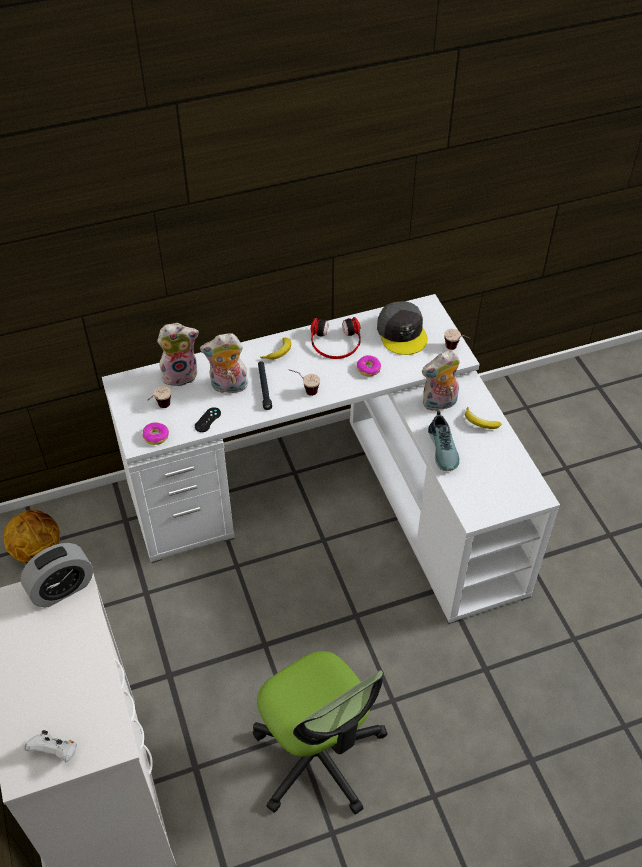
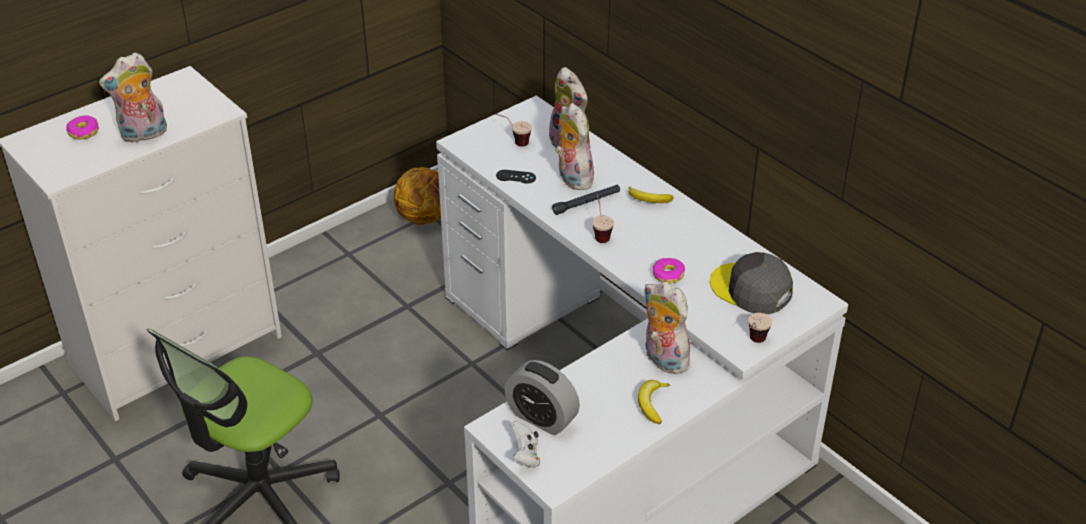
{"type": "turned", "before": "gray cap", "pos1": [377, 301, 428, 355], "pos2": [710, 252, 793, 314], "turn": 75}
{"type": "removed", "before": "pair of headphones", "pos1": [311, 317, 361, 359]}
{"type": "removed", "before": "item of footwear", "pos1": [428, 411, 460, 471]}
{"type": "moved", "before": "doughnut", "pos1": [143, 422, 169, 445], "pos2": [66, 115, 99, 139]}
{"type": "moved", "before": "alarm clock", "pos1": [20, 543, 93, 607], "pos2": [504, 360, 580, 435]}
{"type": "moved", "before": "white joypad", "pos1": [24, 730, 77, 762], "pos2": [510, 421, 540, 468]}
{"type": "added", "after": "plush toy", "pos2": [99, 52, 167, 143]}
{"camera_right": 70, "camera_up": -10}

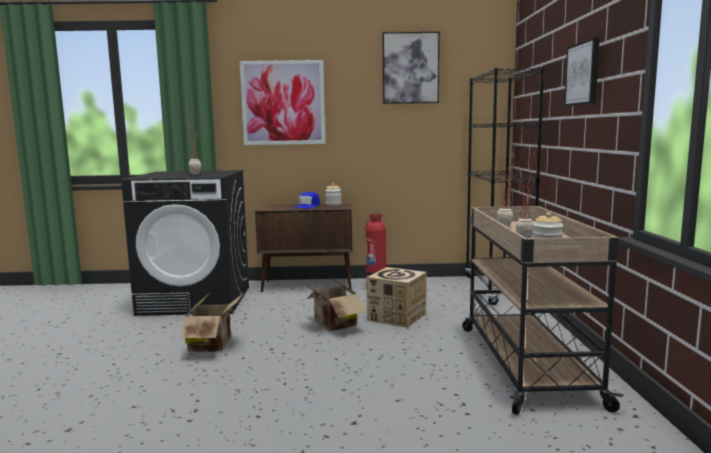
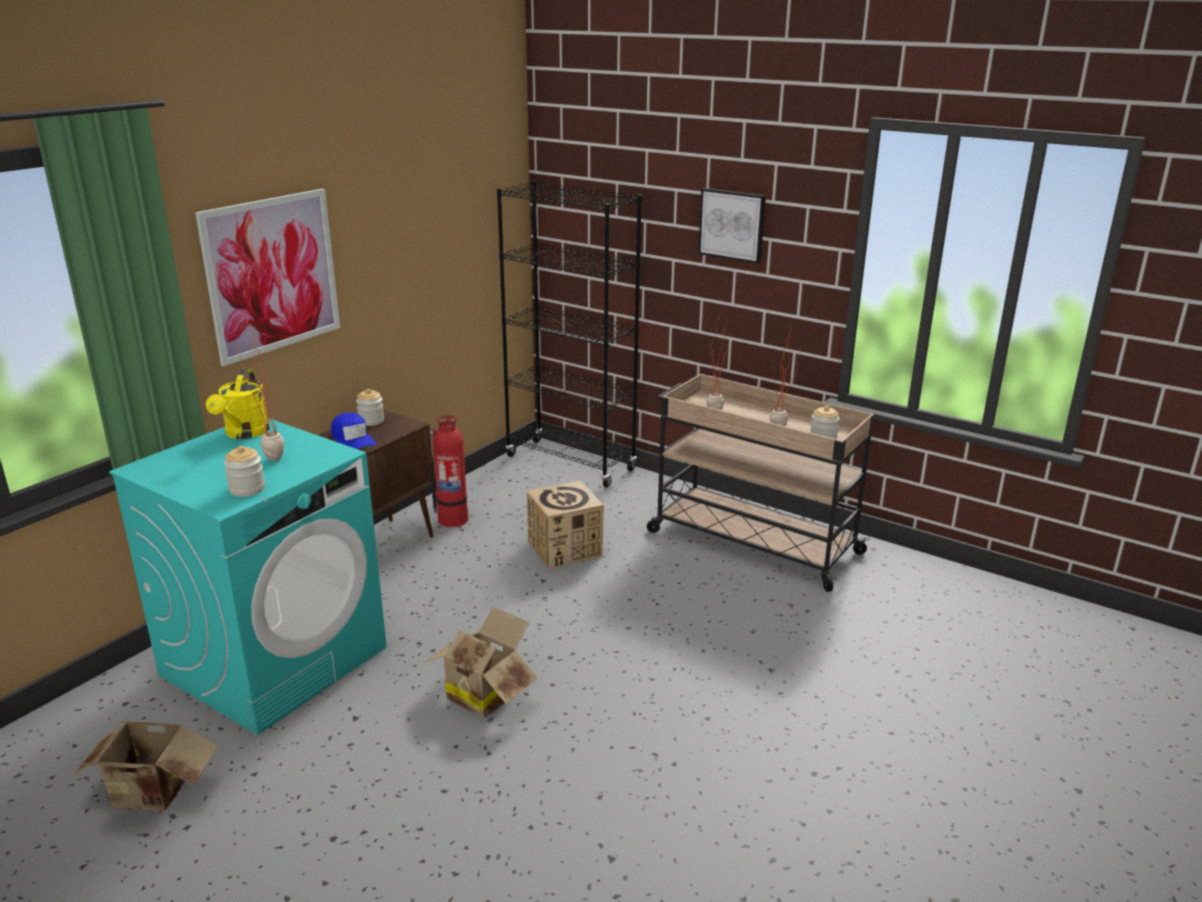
{"type": "removed", "before": "wall picture", "pos1": [382, 31, 440, 104]}
{"type": "recoloured", "before": "blackish washing machine", "after": "blue-green washing machine", "pos1": [121, 170, 249, 316], "pos2": [109, 418, 386, 735]}
{"type": "moved", "before": "carton", "pos1": [300, 278, 366, 331], "pos2": [71, 722, 218, 811]}
{"type": "added", "after": "yellow sprinkling can", "pos2": [206, 368, 270, 439]}
{"type": "added", "after": "preserve jar", "pos2": [224, 446, 265, 497]}
{"camera_right": -55, "camera_up": 15}

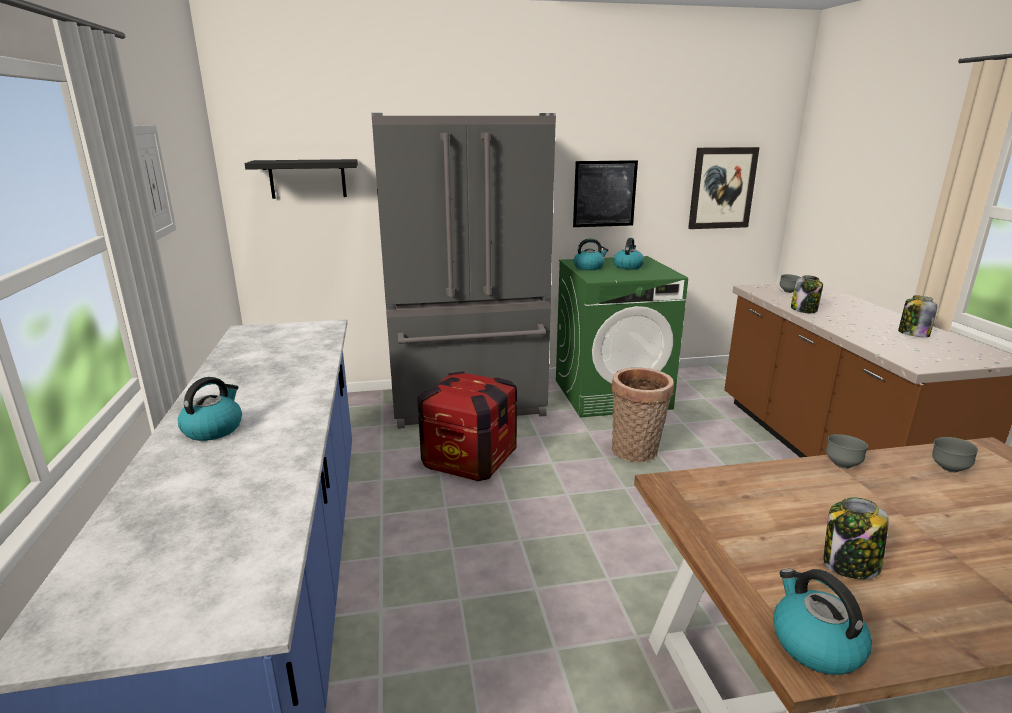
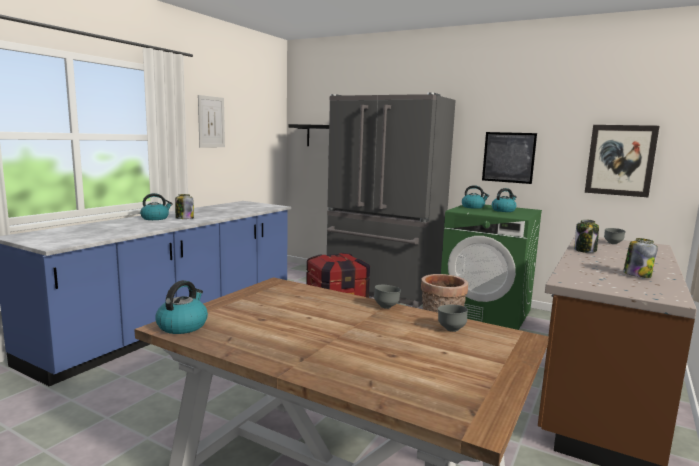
{"type": "moved", "before": "preserve jar", "pos1": [823, 498, 889, 579], "pos2": [175, 194, 194, 219]}
{"camera_right": 40, "camera_up": -10}

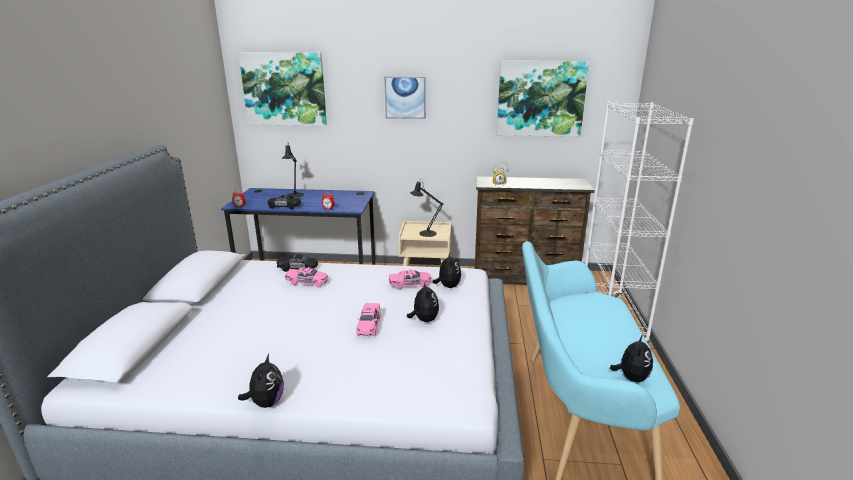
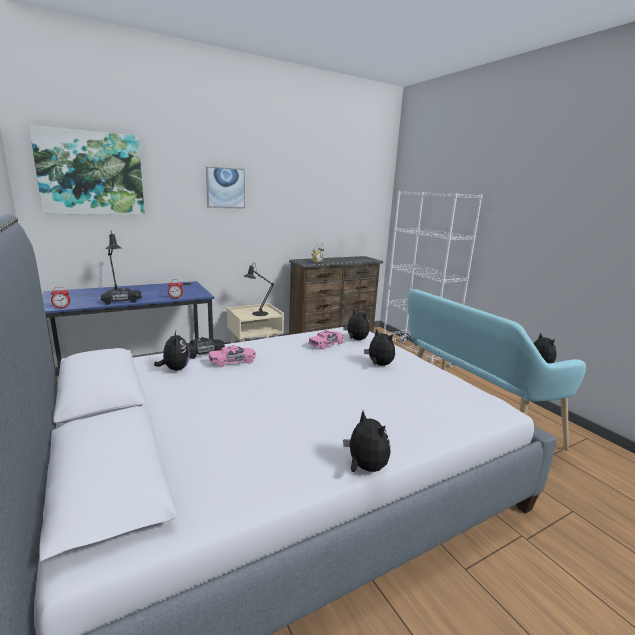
{"type": "removed", "before": "wall picture", "pos1": [497, 61, 589, 137]}
{"type": "removed", "before": "pink toy car", "pos1": [356, 303, 381, 336]}
{"type": "added", "after": "plush toy", "pos2": [154, 331, 190, 371]}
{"camera_right": -35, "camera_up": -5}

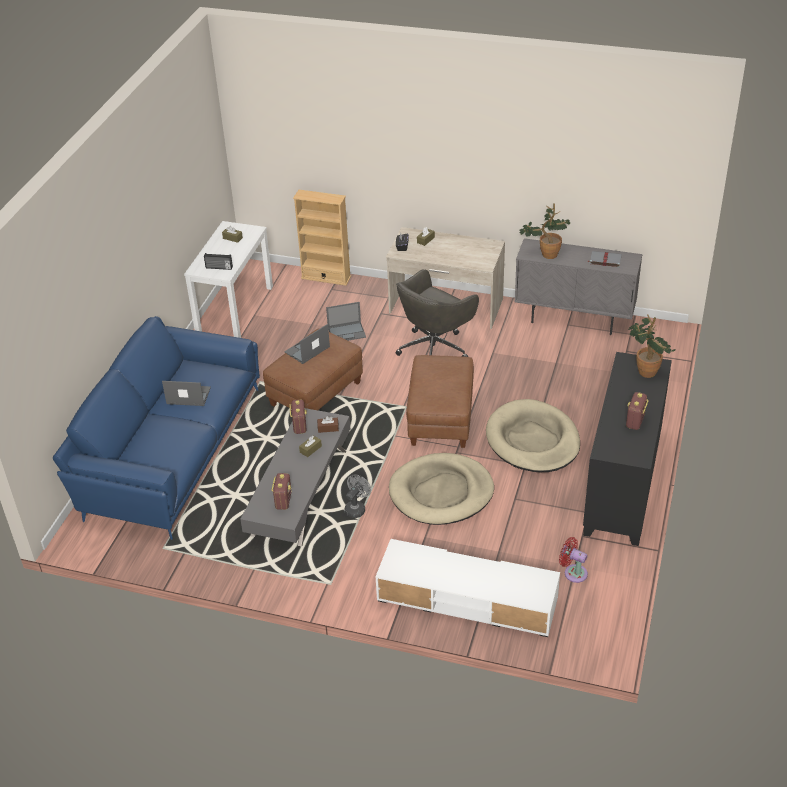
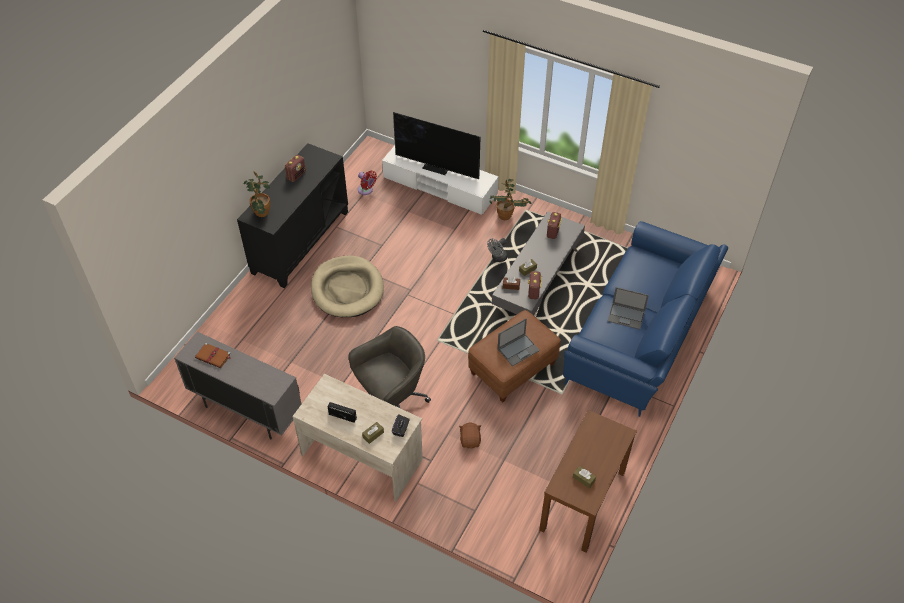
{"type": "removed", "before": "sand-coloured shelving unit", "pos1": [293, 190, 351, 286]}
{"type": "moved", "before": "plant in a pot", "pos1": [519, 203, 571, 259], "pos2": [489, 179, 532, 220]}
{"type": "recoloured", "before": "white console table", "after": "brown-coloured console table", "pos1": [184, 221, 273, 338], "pos2": [539, 410, 637, 553]}
{"type": "recoloured", "before": "gray volume", "after": "brown-coloured volume", "pos1": [588, 251, 622, 267], "pos2": [195, 343, 231, 368]}
{"type": "moved", "before": "radio", "pos1": [204, 253, 233, 270], "pos2": [328, 402, 357, 423]}
{"type": "replaced", "before": "portable computer", "after": "brown-coloured plush toy", "pos1": [326, 302, 366, 341], "pos2": [459, 423, 481, 448]}
{"type": "removed", "before": "brown-coloured ottoman", "pos1": [406, 355, 474, 448]}
{"type": "removed", "before": "sand-coloured pet bed", "pos1": [389, 453, 494, 525]}
{"type": "added", "after": "TV", "pos2": [393, 112, 480, 179]}
{"camera_right": -170, "camera_up": 10}

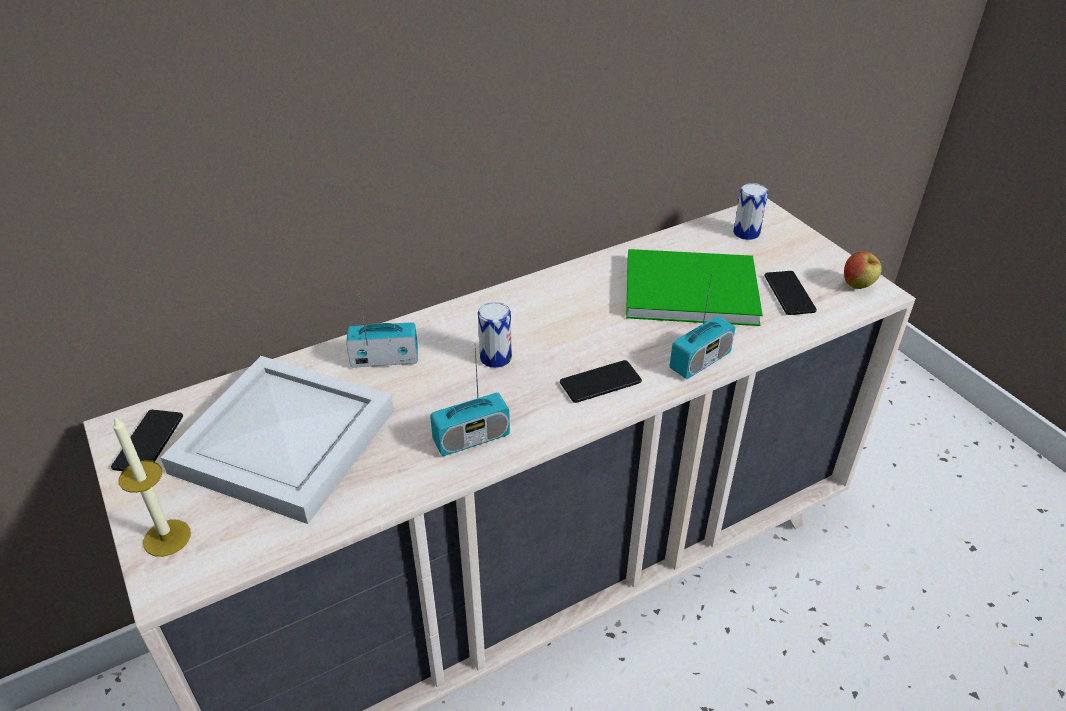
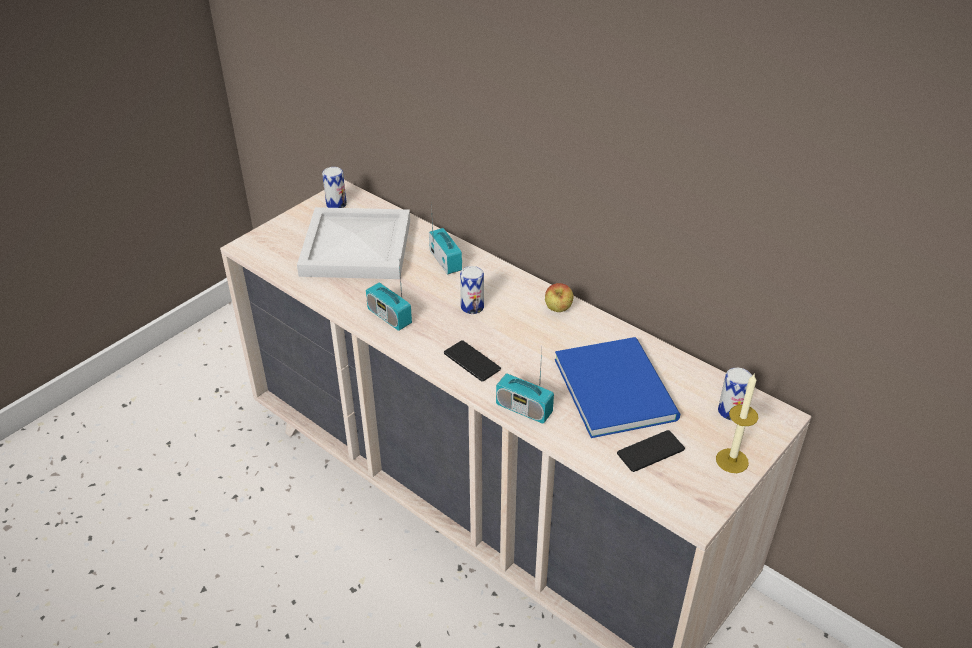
{"type": "recoloured", "before": "greenish volume", "after": "blue-coloured volume", "pos1": [626, 249, 763, 326], "pos2": [555, 337, 680, 438]}
{"type": "moved", "before": "whole apple", "pos1": [844, 252, 883, 289], "pos2": [545, 283, 574, 312]}
{"type": "replaced", "before": "telephone", "after": "sealed can", "pos1": [111, 410, 183, 471], "pos2": [322, 167, 347, 208]}
{"type": "moved", "before": "wax candle", "pos1": [113, 416, 191, 557], "pos2": [716, 374, 758, 473]}
{"camera_right": 70, "camera_up": 0}

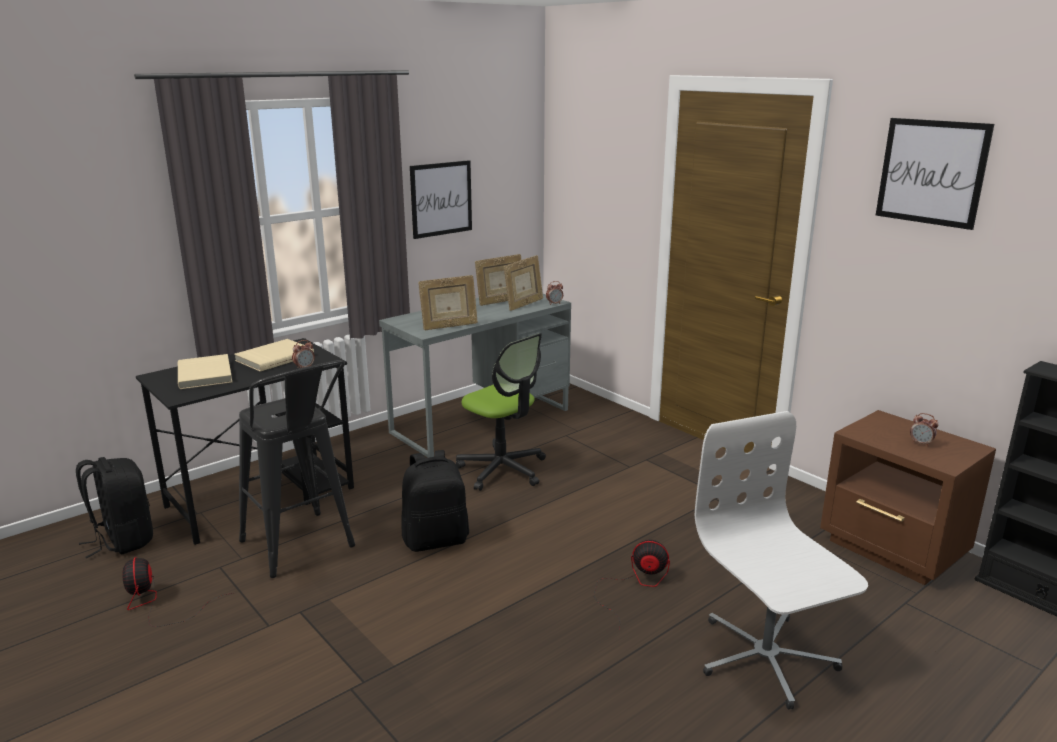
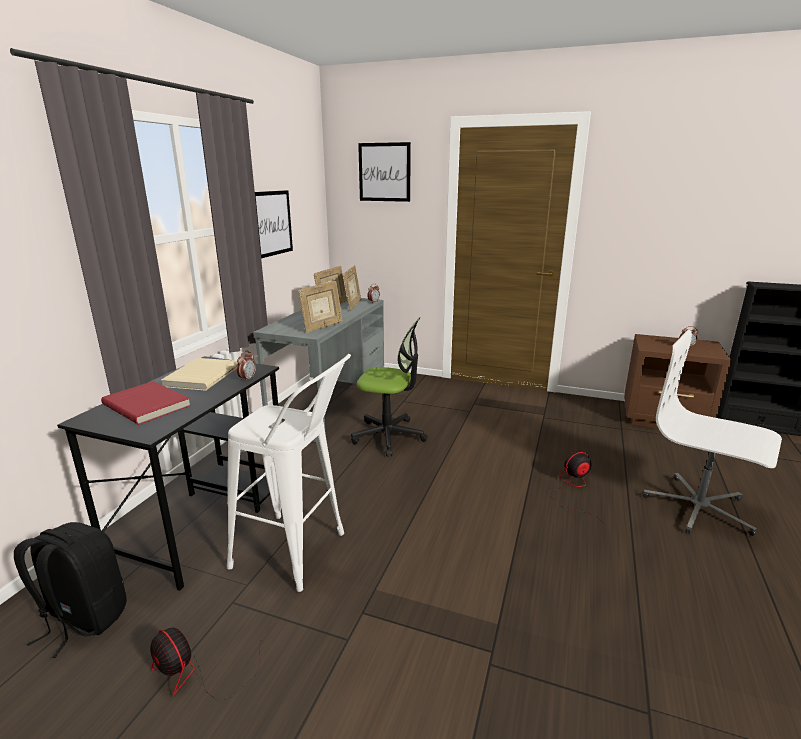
{"type": "moved", "before": "wall picture", "pos1": [876, 118, 994, 230], "pos2": [358, 142, 411, 202]}
{"type": "recoloured", "before": "sand-coloured volume", "after": "reddish volume", "pos1": [178, 354, 232, 389], "pos2": [101, 381, 191, 425]}
{"type": "recoloured", "before": "blackish stool seat", "after": "white stool seat", "pos1": [239, 360, 355, 578], "pos2": [227, 354, 351, 592]}
{"type": "removed", "before": "blackish knapsack", "pos1": [401, 450, 469, 552]}
{"camera_right": -30, "camera_up": 0}

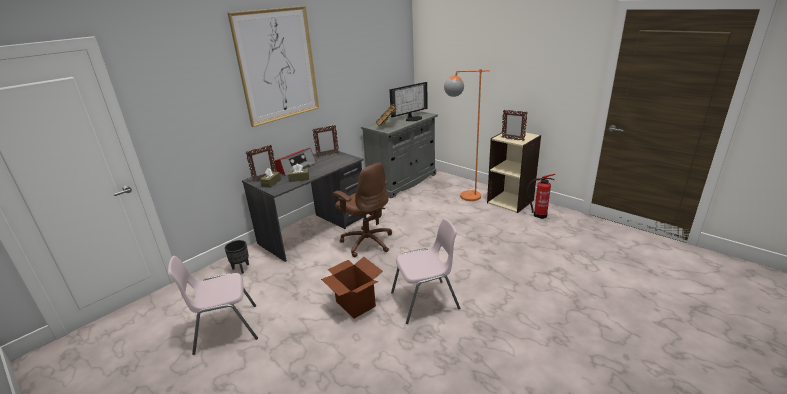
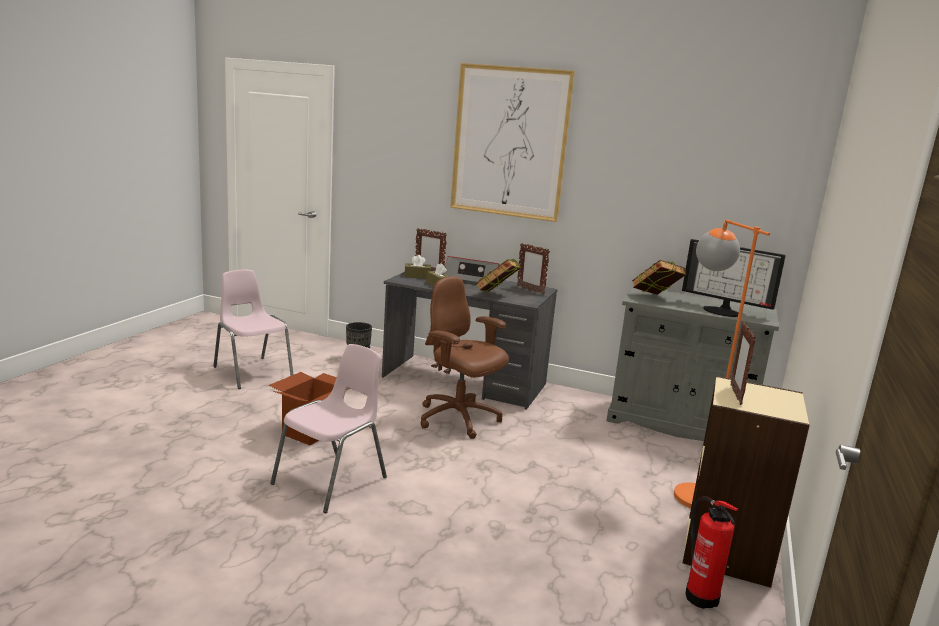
{"type": "turned", "before": "brown-coloured office chair", "pos1": [333, 163, 392, 258], "pos2": [421, 276, 509, 439], "turn": 105}
{"type": "turned", "before": "pink upright chair", "pos1": [391, 218, 460, 324], "pos2": [270, 344, 387, 513], "turn": -105}
{"type": "added", "after": "volume", "pos2": [476, 259, 521, 292]}
{"camera_right": 65, "camera_up": -10}

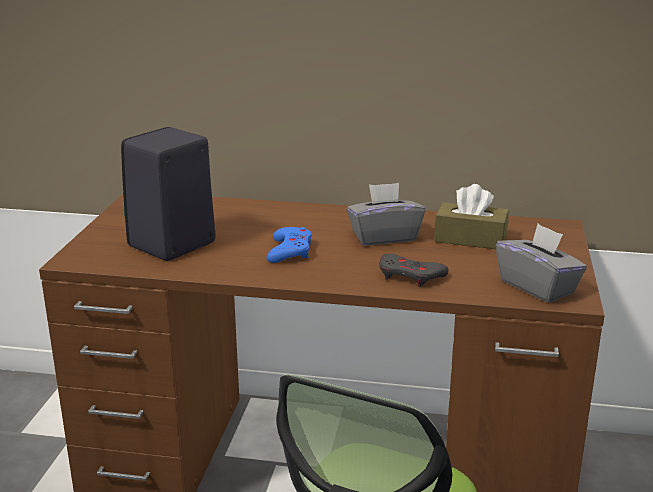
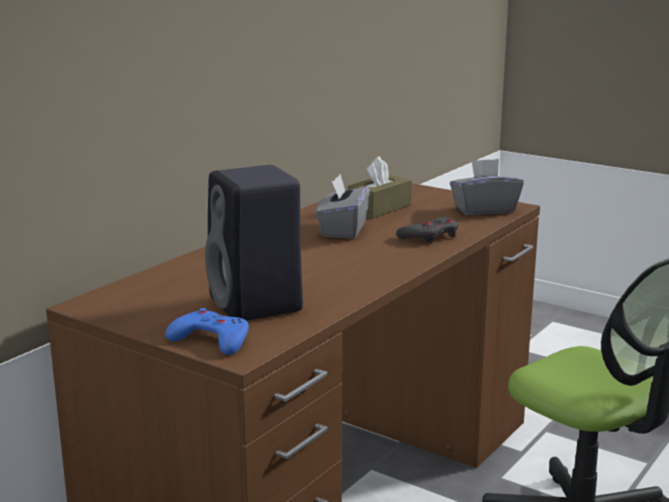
{"type": "moved", "before": "blue-coloured joypad", "pos1": [267, 227, 312, 263], "pos2": [165, 308, 249, 355]}
{"camera_right": -65, "camera_up": -5}

